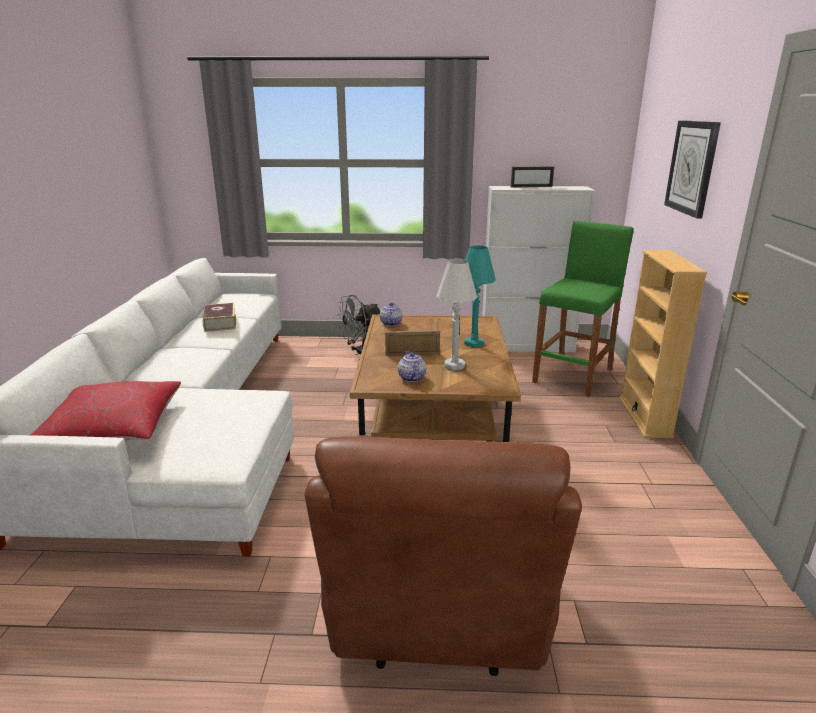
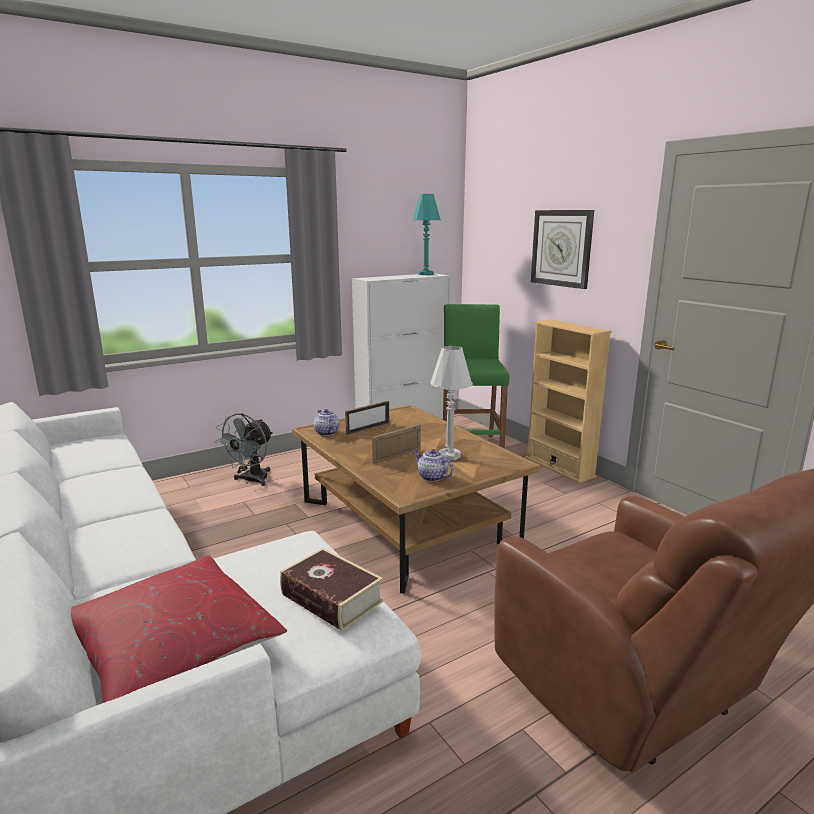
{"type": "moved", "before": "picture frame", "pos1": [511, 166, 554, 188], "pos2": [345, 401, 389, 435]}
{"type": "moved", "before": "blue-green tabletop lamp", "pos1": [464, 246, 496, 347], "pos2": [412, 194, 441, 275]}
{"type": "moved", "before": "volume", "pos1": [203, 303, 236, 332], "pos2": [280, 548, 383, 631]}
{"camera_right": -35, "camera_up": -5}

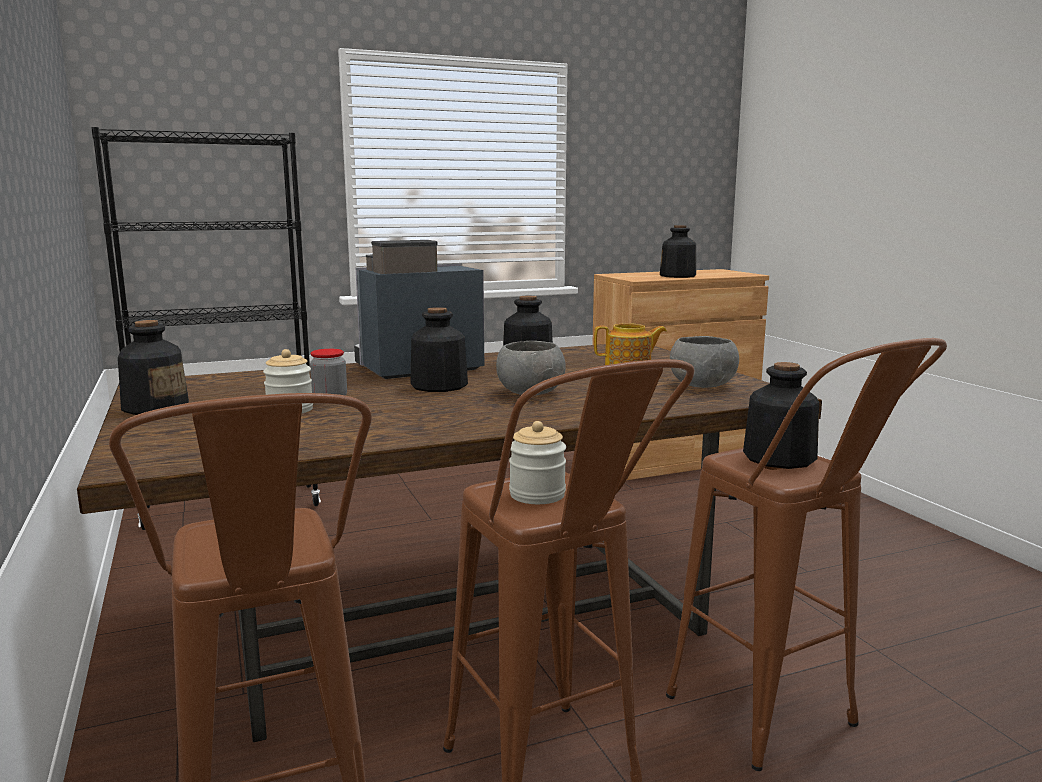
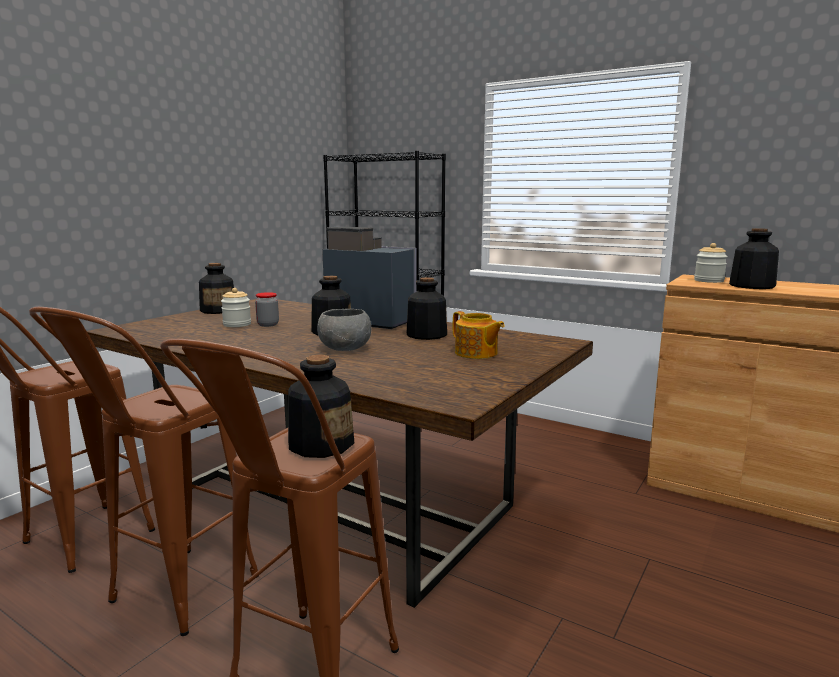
{"type": "removed", "before": "gray deep dish", "pos1": [670, 336, 739, 388]}
{"type": "moved", "before": "preserve jar", "pos1": [509, 421, 566, 504], "pos2": [694, 243, 728, 283]}
{"camera_right": 55, "camera_up": 0}

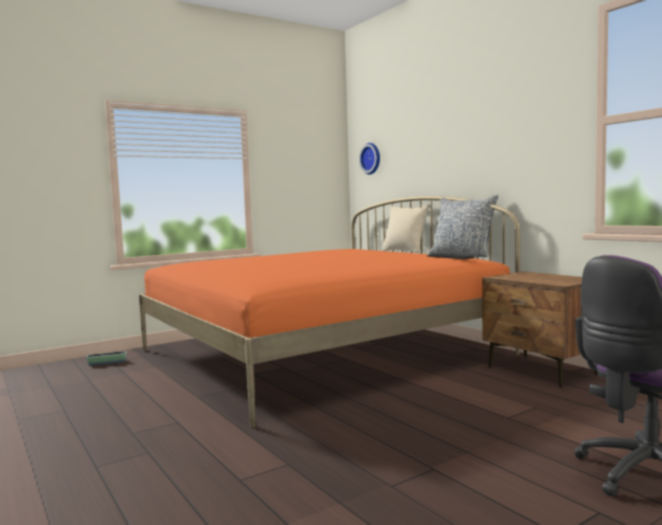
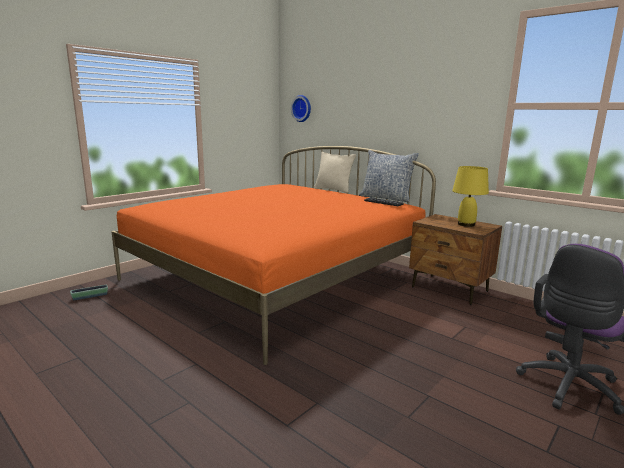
{"type": "added", "after": "yellow tabletop lamp", "pos2": [452, 166, 489, 227]}
{"camera_right": -15, "camera_up": 10}

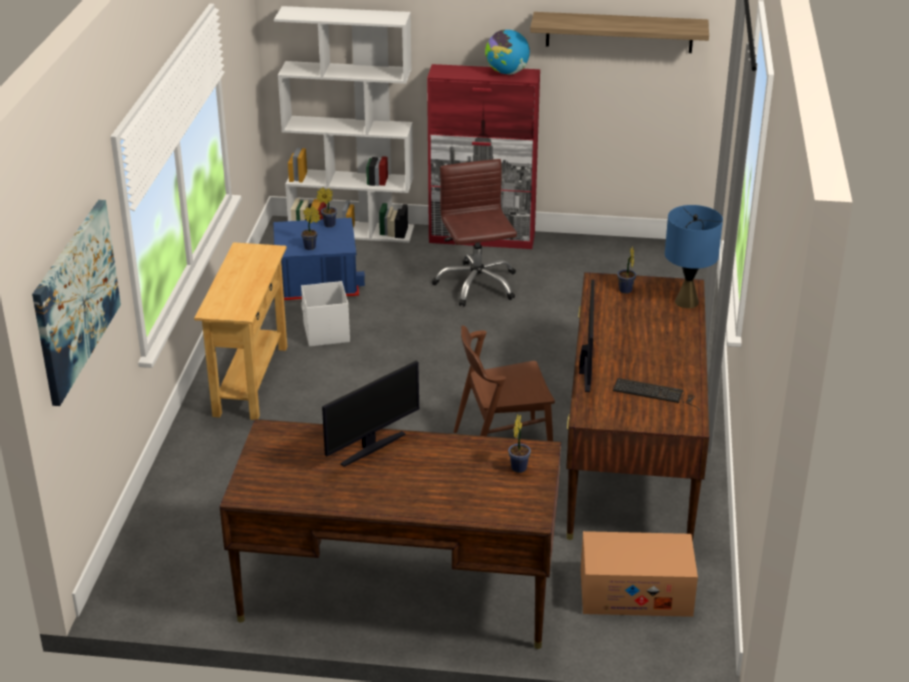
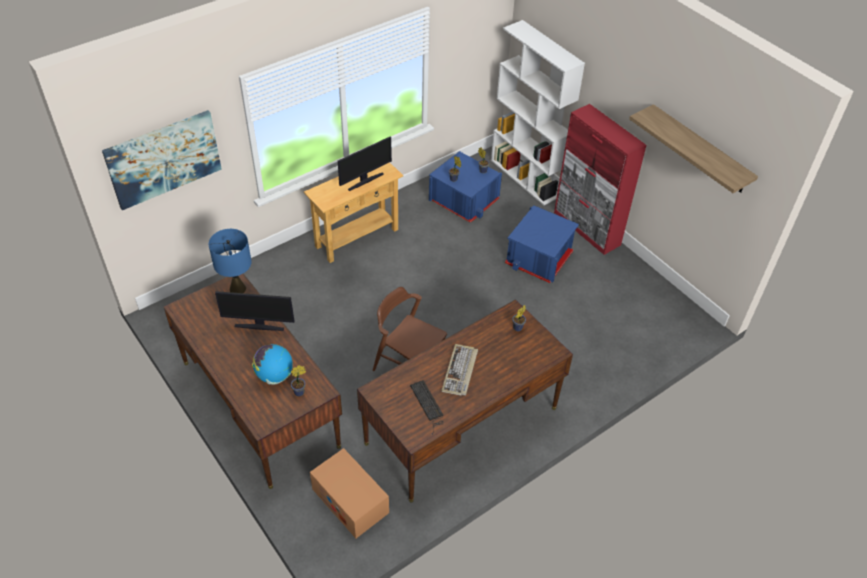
{"type": "moved", "before": "globe", "pos1": [485, 30, 530, 75], "pos2": [252, 344, 293, 384]}
{"type": "replaced", "before": "brown-coloured office chair", "after": "blue-coloured storage box", "pos1": [432, 159, 517, 307], "pos2": [505, 205, 579, 283]}
{"type": "moved", "before": "blue-coloured tabletop lamp", "pos1": [665, 205, 723, 308], "pos2": [209, 229, 252, 293]}
{"type": "moved", "before": "monitor", "pos1": [579, 279, 594, 392], "pos2": [338, 137, 392, 191]}
{"type": "removed", "before": "white storage box", "pos1": [301, 281, 350, 347]}
{"type": "added", "after": "keyboard", "pos2": [441, 344, 478, 396]}
{"camera_right": 45, "camera_up": 15}

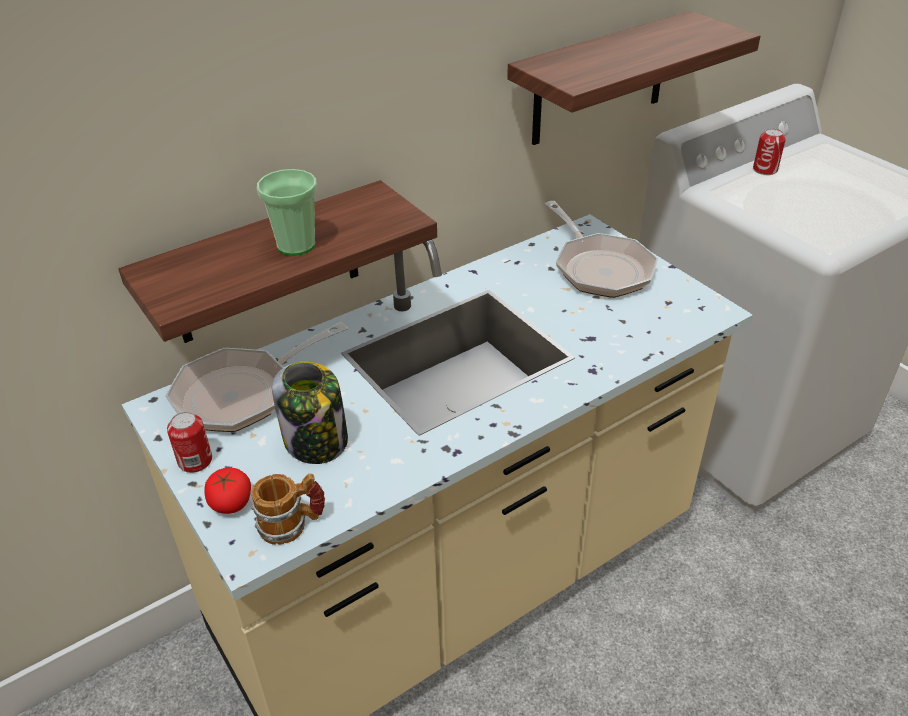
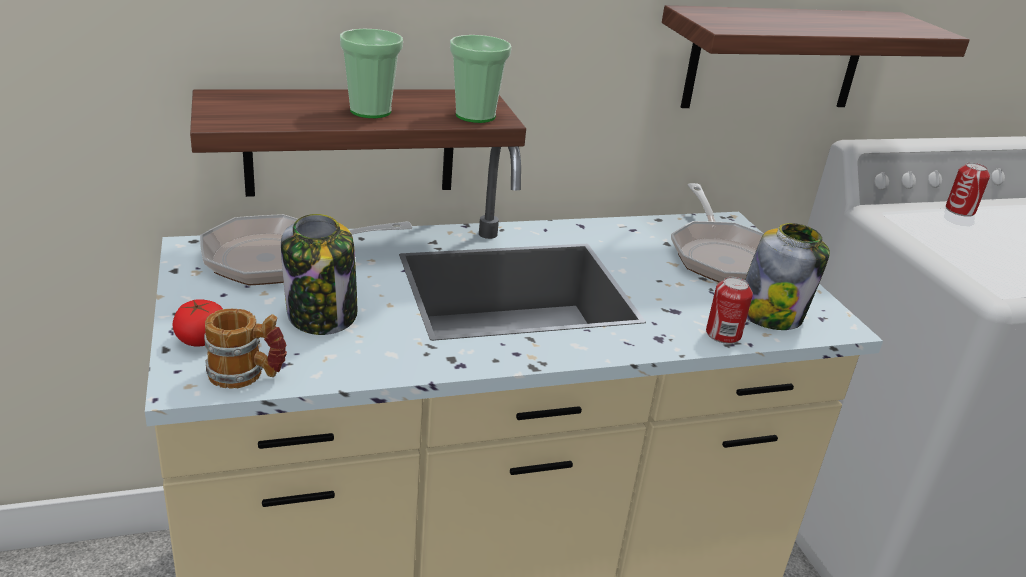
{"type": "moved", "before": "sealed can", "pos1": [167, 412, 212, 473], "pos2": [706, 277, 753, 344]}
{"type": "added", "after": "small cup", "pos2": [450, 35, 512, 123]}
{"type": "added", "after": "preserve jar", "pos2": [745, 223, 830, 330]}
{"camera_right": 15, "camera_up": -10}

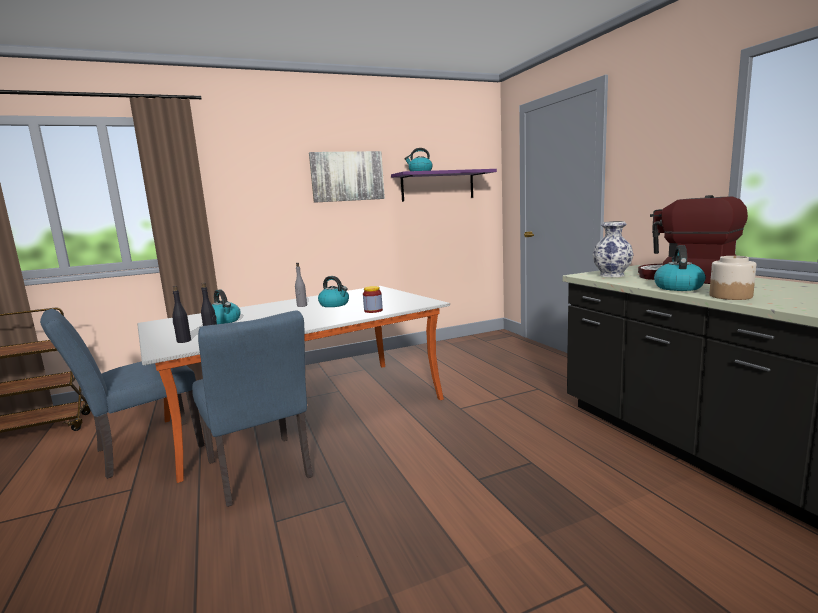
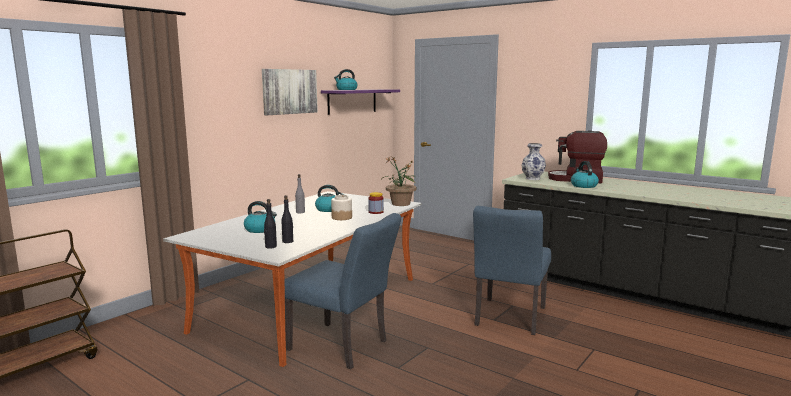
{"type": "moved", "before": "preserve jar", "pos1": [709, 256, 756, 300], "pos2": [331, 195, 352, 220]}
{"type": "moved", "before": "blue-coloured upright chair", "pos1": [40, 309, 205, 479], "pos2": [473, 206, 551, 335]}
{"type": "added", "after": "plant in a pot", "pos2": [381, 157, 416, 206]}
{"camera_right": -30, "camera_up": 0}

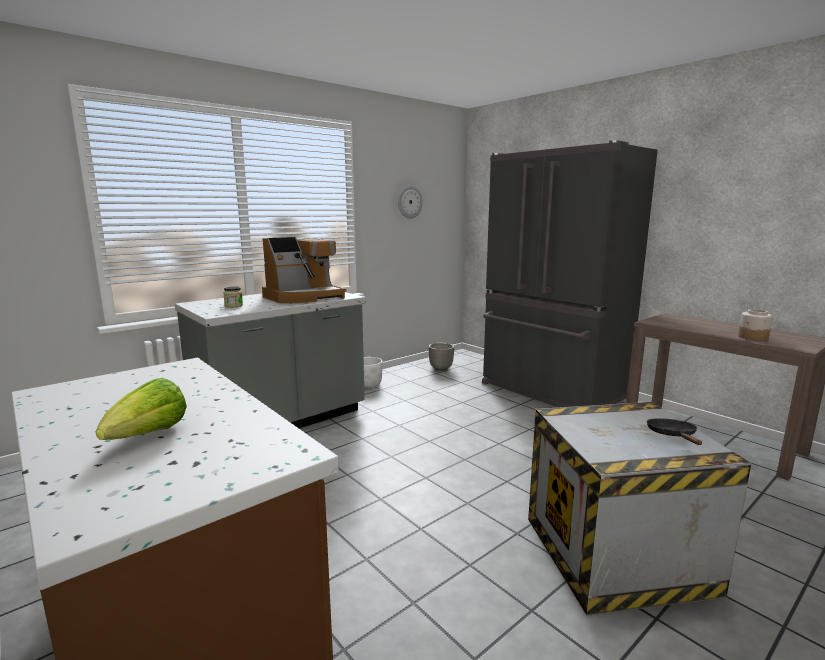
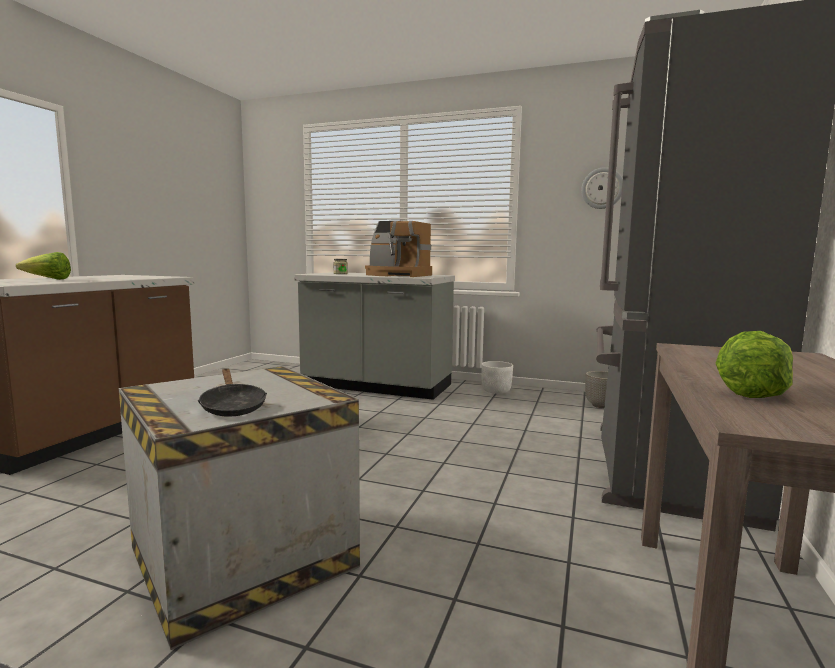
{"type": "replaced", "before": "preserve jar", "after": "head of lettuce", "pos1": [738, 309, 773, 341], "pos2": [716, 331, 793, 398]}
{"type": "turned", "before": "blackish frying pan", "pos1": [646, 418, 702, 445], "pos2": [198, 369, 267, 416], "turn": 90}
{"camera_right": 60, "camera_up": -5}

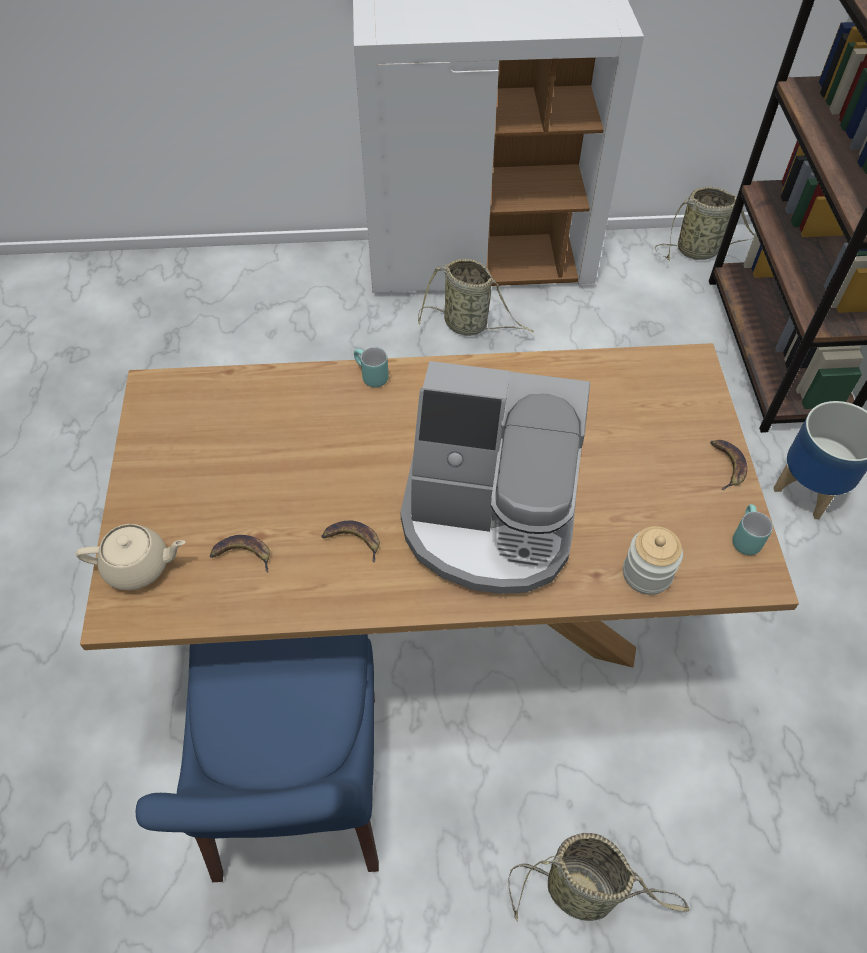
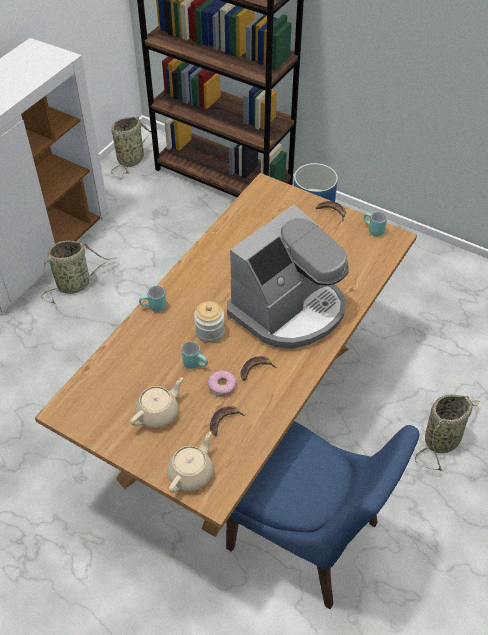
{"type": "moved", "before": "preserve jar", "pos1": [623, 526, 683, 595], "pos2": [194, 301, 225, 343]}
{"type": "added", "after": "blue-green mug", "pos2": [182, 341, 208, 369]}
{"type": "added", "after": "doughnut", "pos2": [208, 370, 237, 396]}
{"type": "added", "after": "sand-coloured tea pot", "pos2": [130, 377, 183, 428]}
{"camera_right": -55, "camera_up": -5}

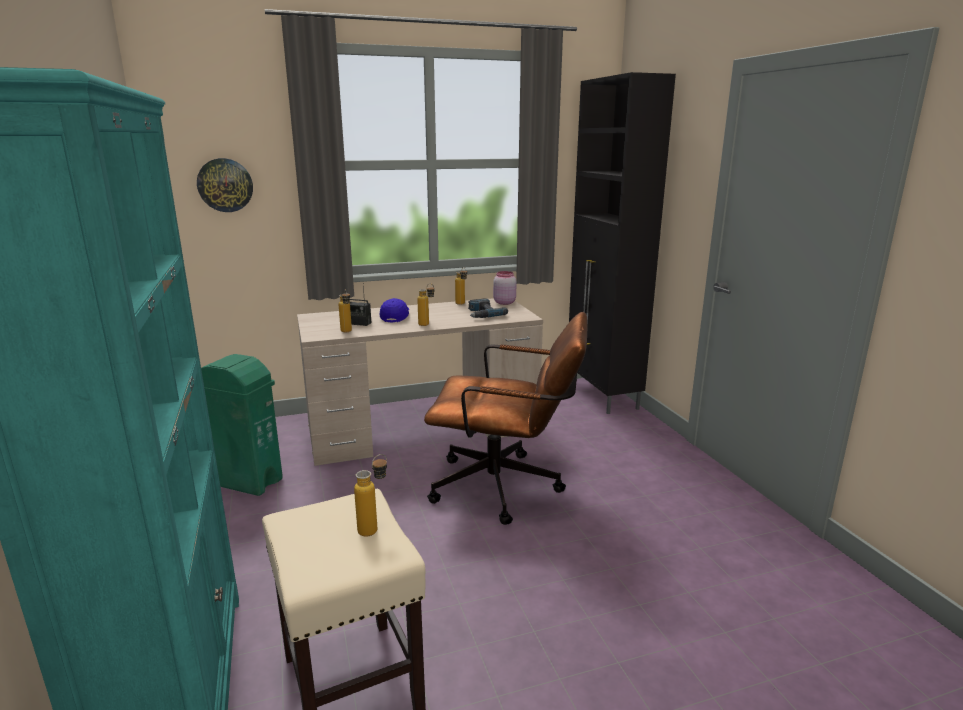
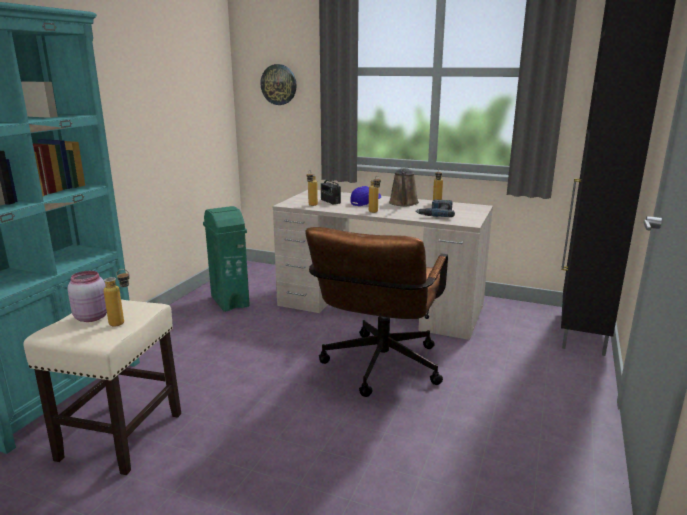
{"type": "moved", "before": "pink preserve jar", "pos1": [493, 271, 517, 305], "pos2": [67, 271, 107, 322]}
{"type": "turned", "before": "brown-coloured office chair", "pos1": [424, 312, 588, 525], "pos2": [305, 227, 448, 397], "turn": 60}
{"type": "added", "after": "brown-coloured sprinkling can", "pos2": [389, 168, 419, 206]}
{"camera_right": 40, "camera_up": 0}

